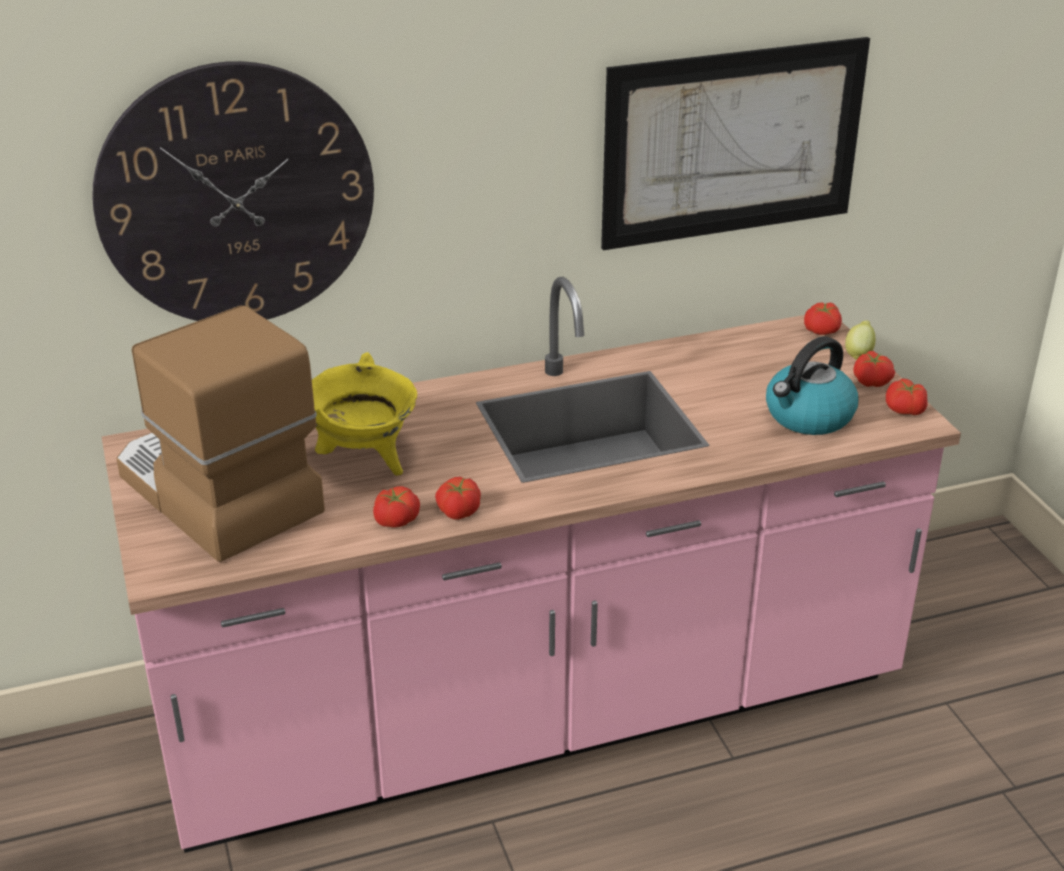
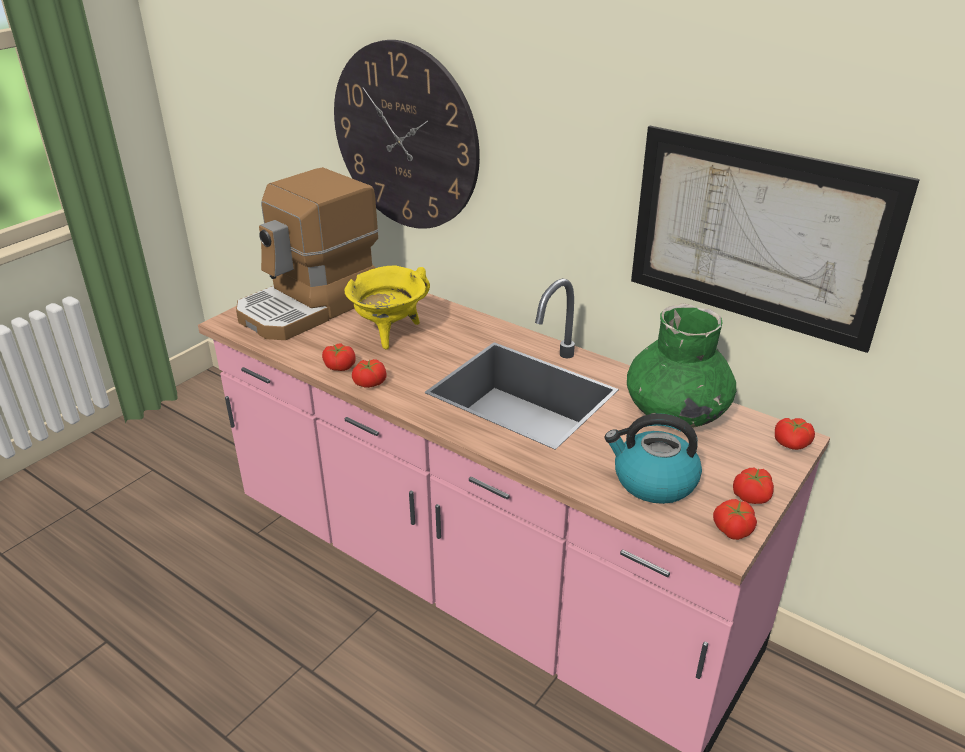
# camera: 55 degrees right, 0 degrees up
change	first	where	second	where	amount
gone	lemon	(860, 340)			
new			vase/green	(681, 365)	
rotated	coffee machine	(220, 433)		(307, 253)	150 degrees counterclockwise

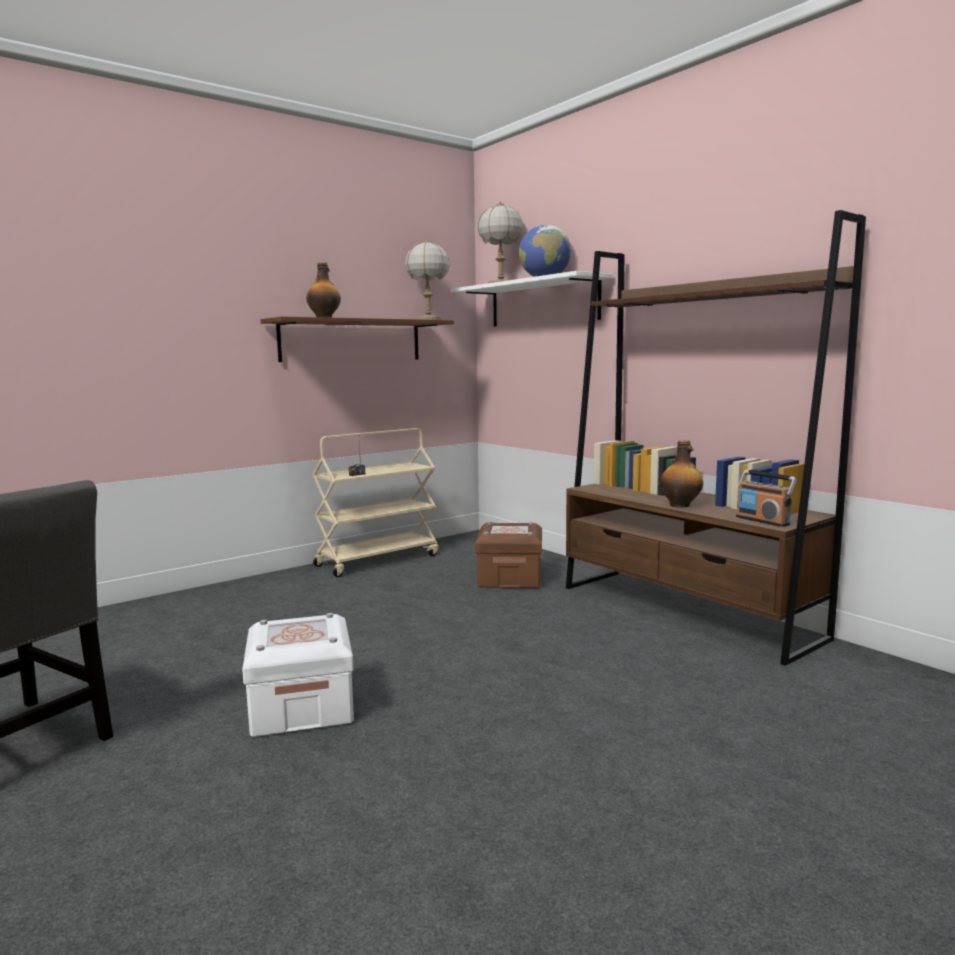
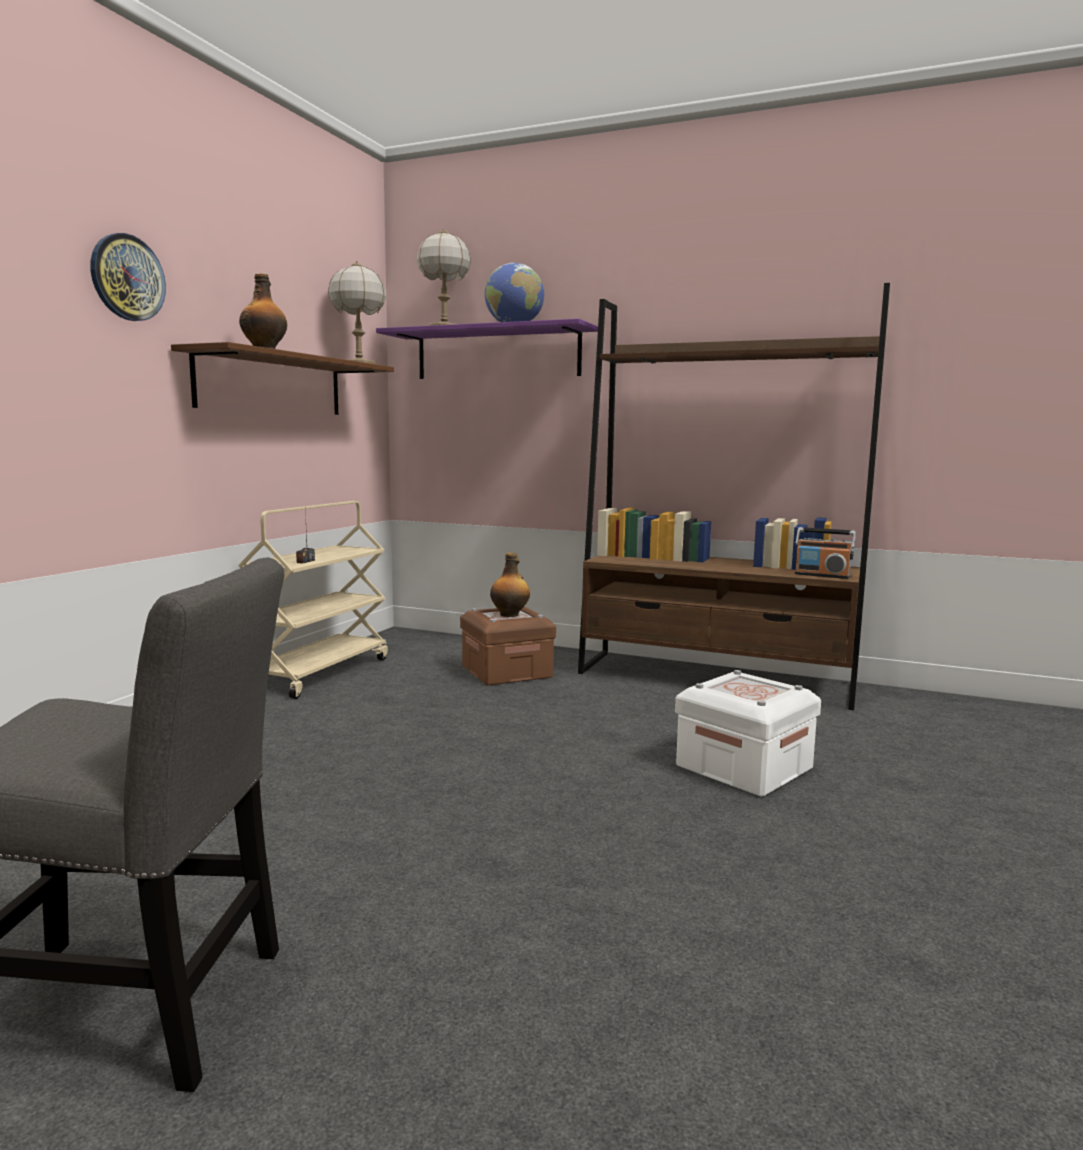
# camera: 30 degrees left, 0 degrees up
change	first	where	second	where	amount
new			wall clock	(128, 277)	
shifted	storage box/white	(298, 675)		(748, 733)	
shifted	bottle	(681, 473)		(510, 585)	
repainted	shelf/white	(532, 298)	shelf/purple	(487, 349)	

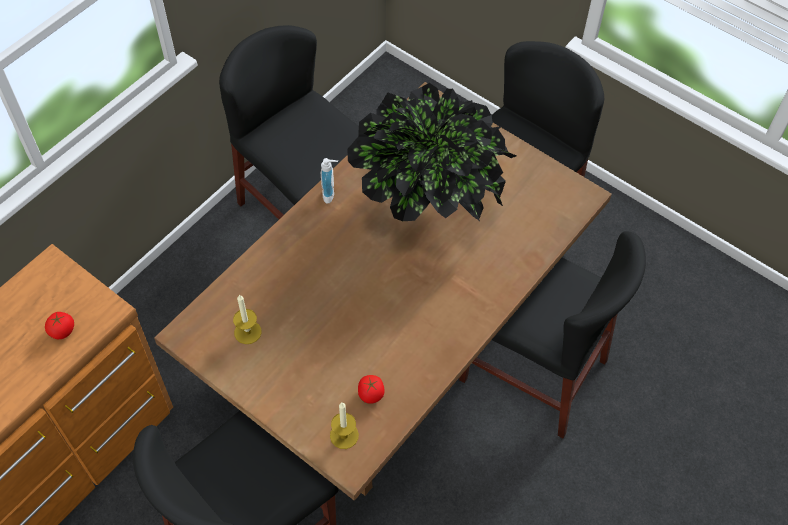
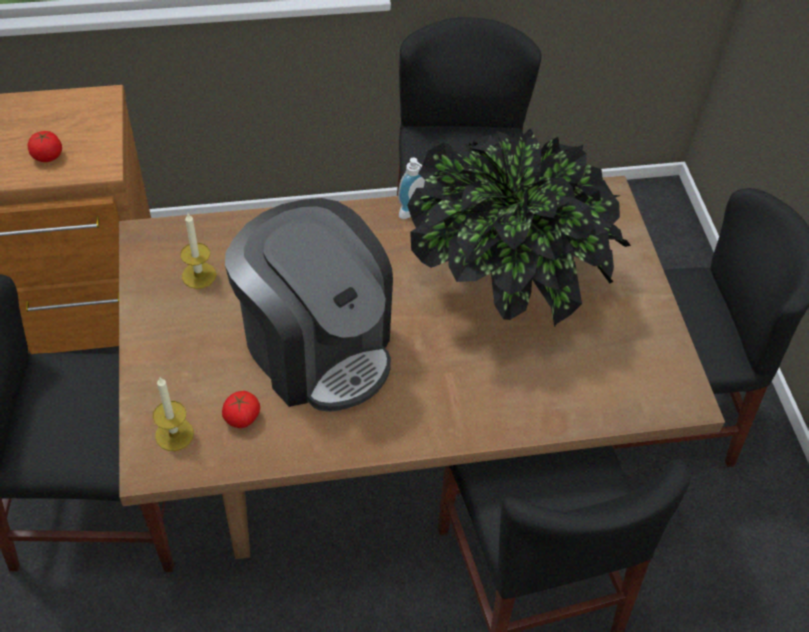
# camera: 40 degrees right, 5 degrees down
change	first	where	second	where	amount
new			coffee machine	(309, 305)	

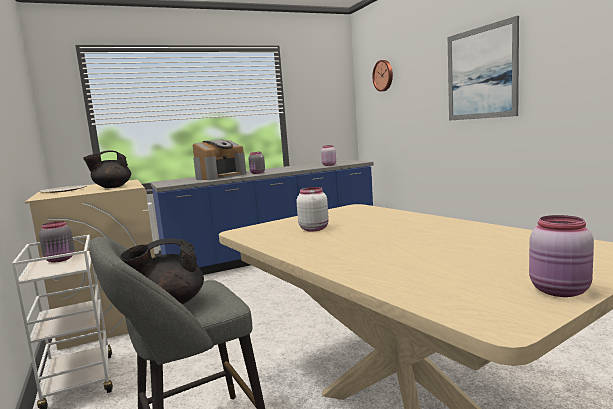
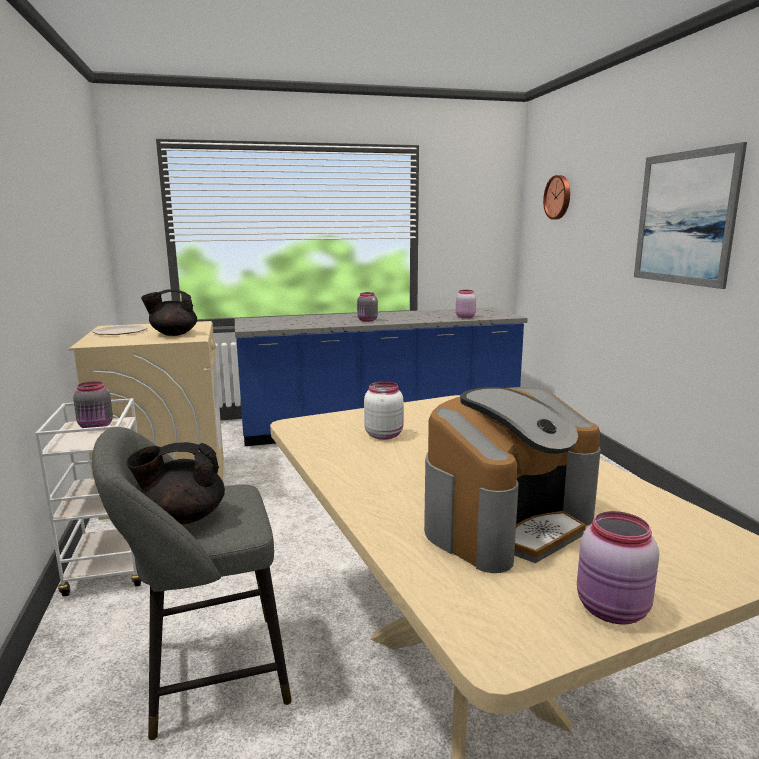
# camera: 10 degrees right, 5 degrees up
change	first	where	second	where	amount
shifted	coffee machine	(219, 160)		(512, 480)	

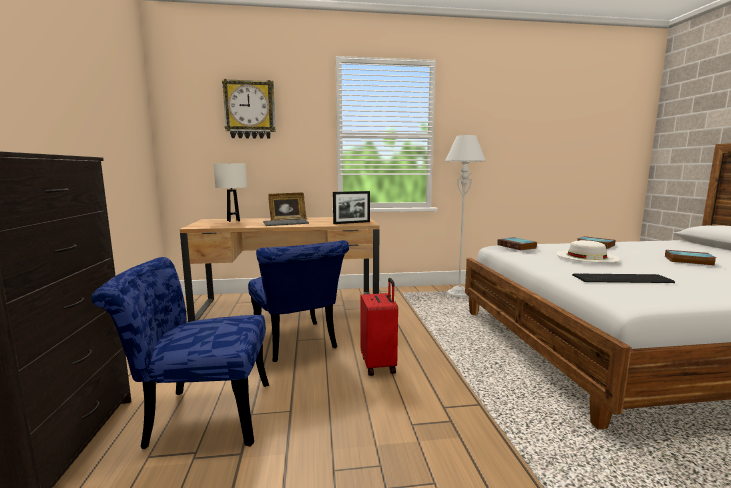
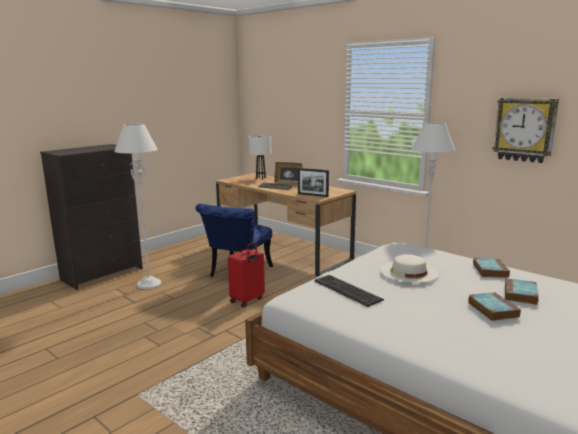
# camera: 50 degrees right, 5 degrees up
change	first	where	second	where	amount
shifted	wall clock	(249, 109)		(526, 130)	
shifted	book	(517, 243)		(522, 291)	
swapped	chair/blue	(180, 353)	floor lamp/grey	(137, 206)	

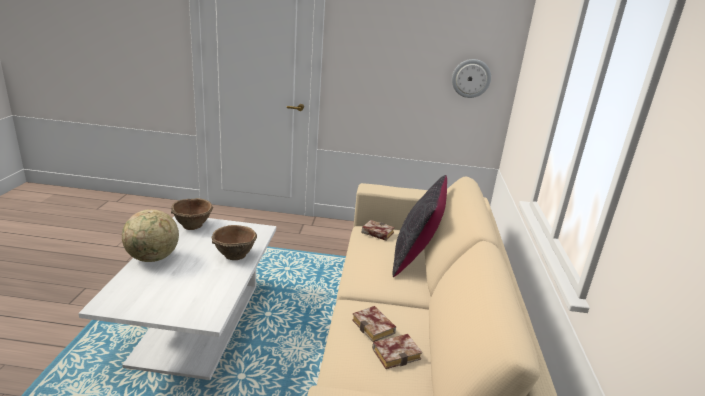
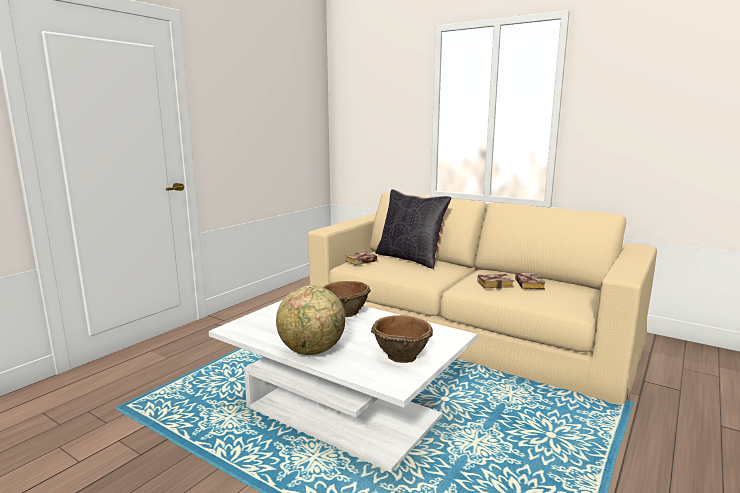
# camera: 60 degrees left, 10 degrees down
change	first	where	second	where	amount
gone	wall clock	(471, 78)			
shifted	bowl/brown	(192, 214)		(402, 339)	

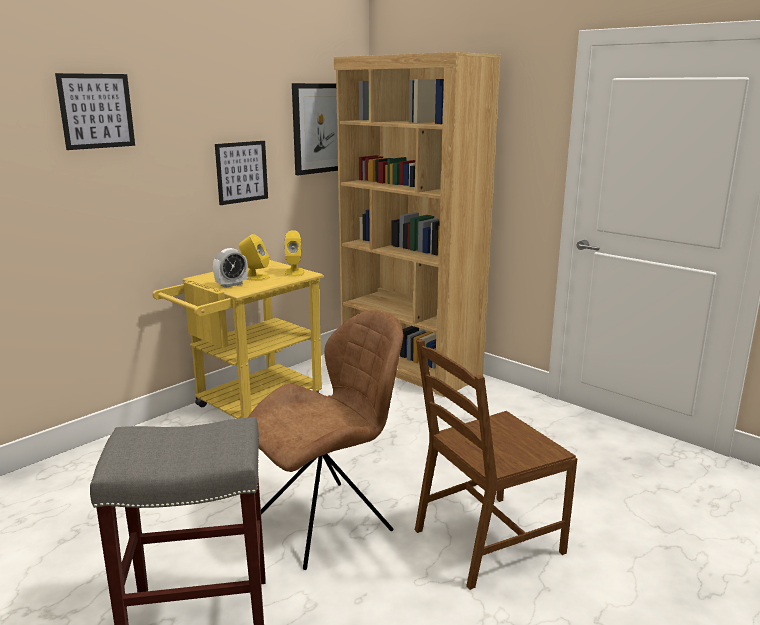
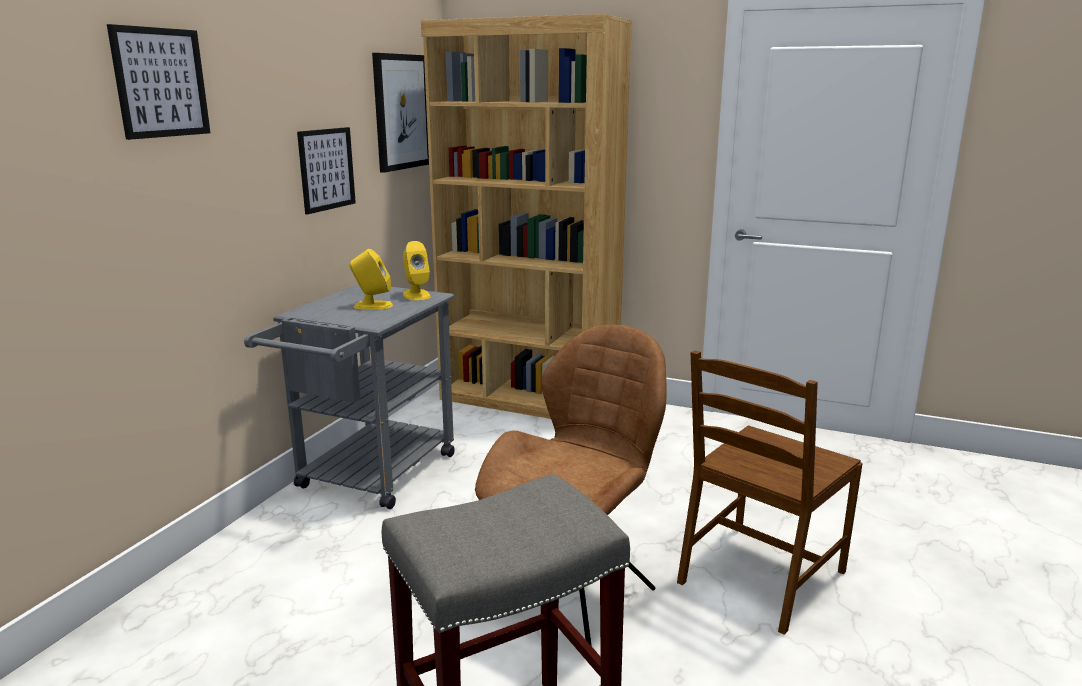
# camera: 20 degrees left, 0 degrees up
change	first	where	second	where	amount
gone	alarm clock	(230, 268)			
repainted	cart/yellow	(238, 339)	cart/grey	(349, 396)	

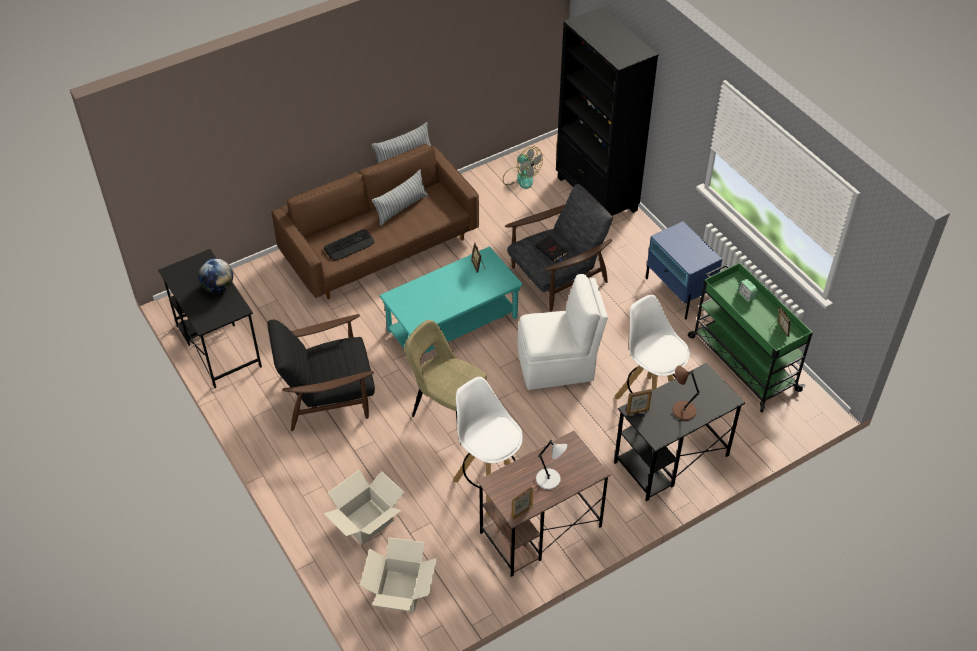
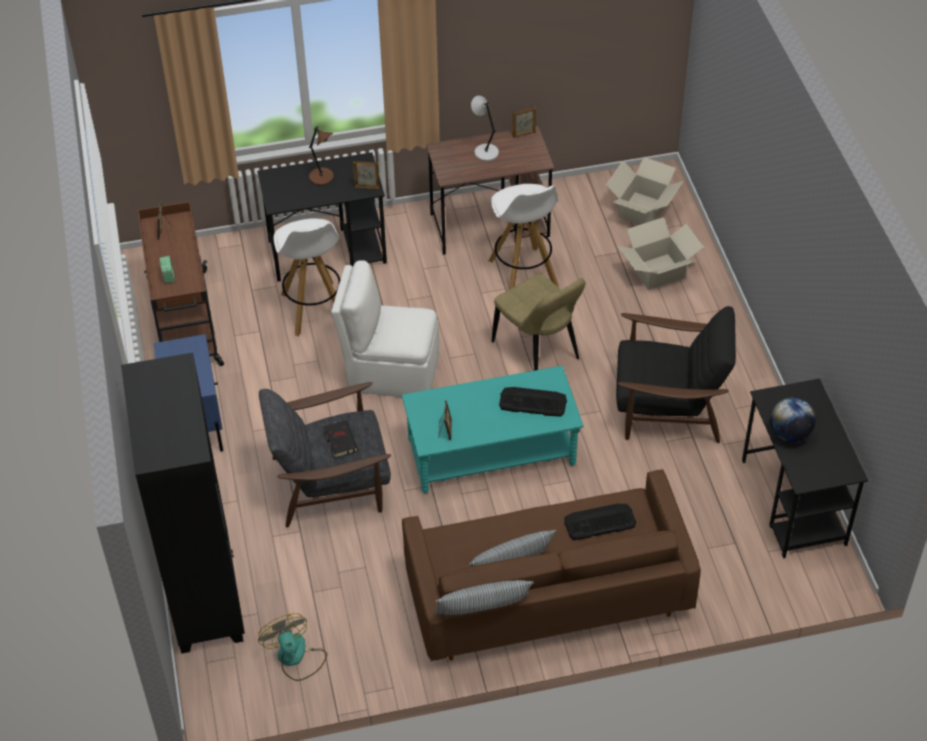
# camera: 160 degrees left, 0 degrees up
change	first	where	second	where	amount
new			keyboard	(533, 402)	
repainted	cart/green	(750, 337)	cart/brown	(180, 283)	

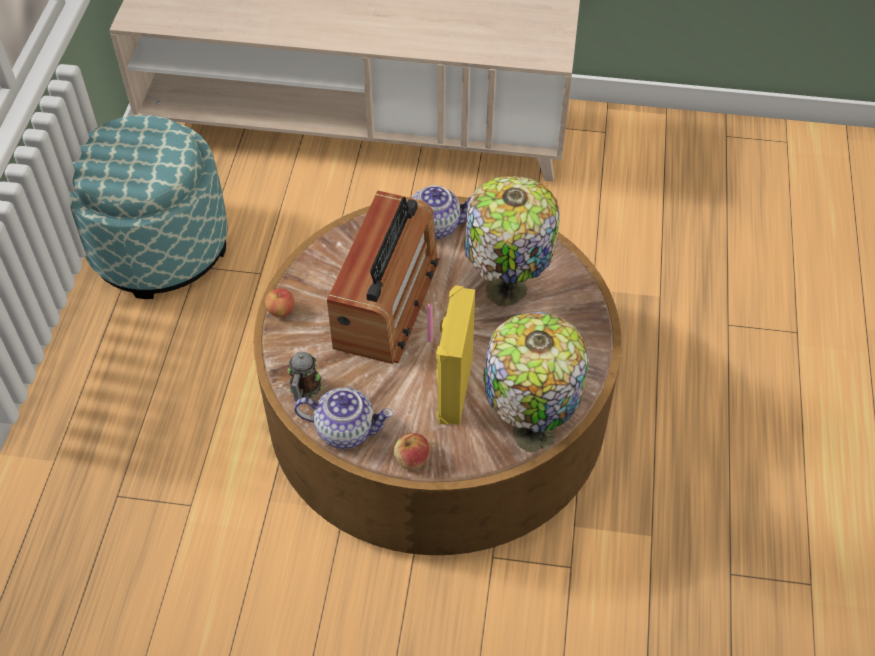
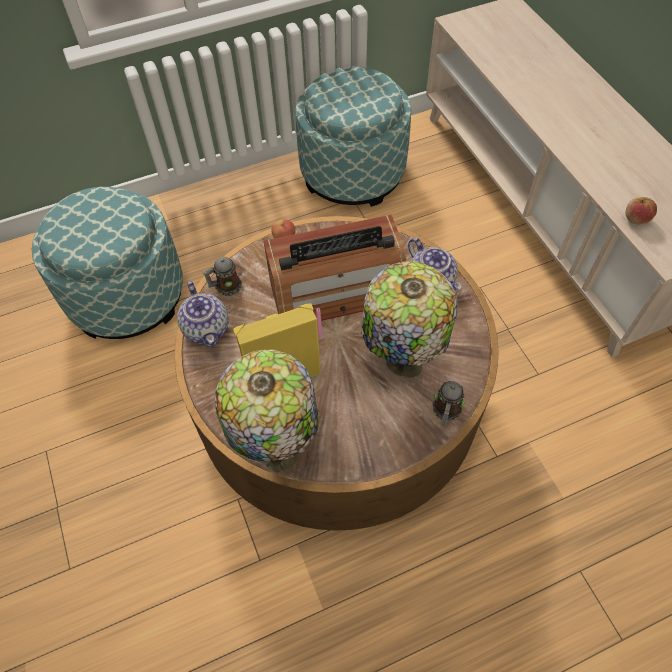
# camera: 60 degrees right, 5 degrees up
change	first	where	second	where	amount
new			ottoman	(107, 263)	
new			mug	(448, 403)	
shifted	apple	(412, 451)		(641, 210)	

